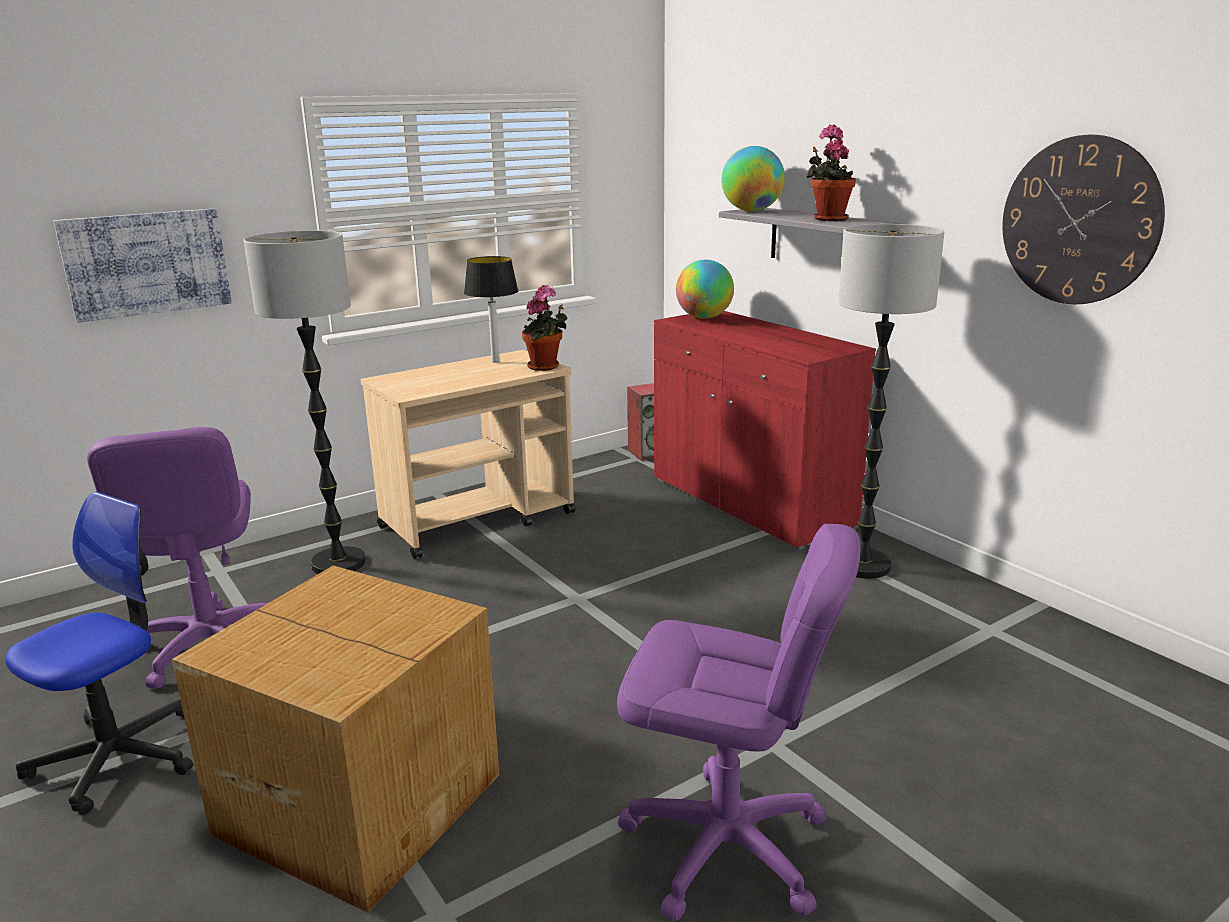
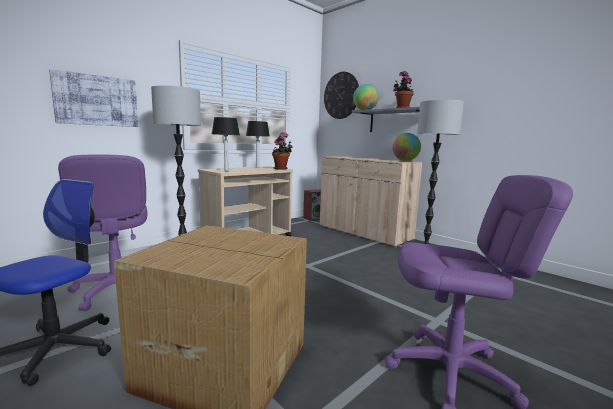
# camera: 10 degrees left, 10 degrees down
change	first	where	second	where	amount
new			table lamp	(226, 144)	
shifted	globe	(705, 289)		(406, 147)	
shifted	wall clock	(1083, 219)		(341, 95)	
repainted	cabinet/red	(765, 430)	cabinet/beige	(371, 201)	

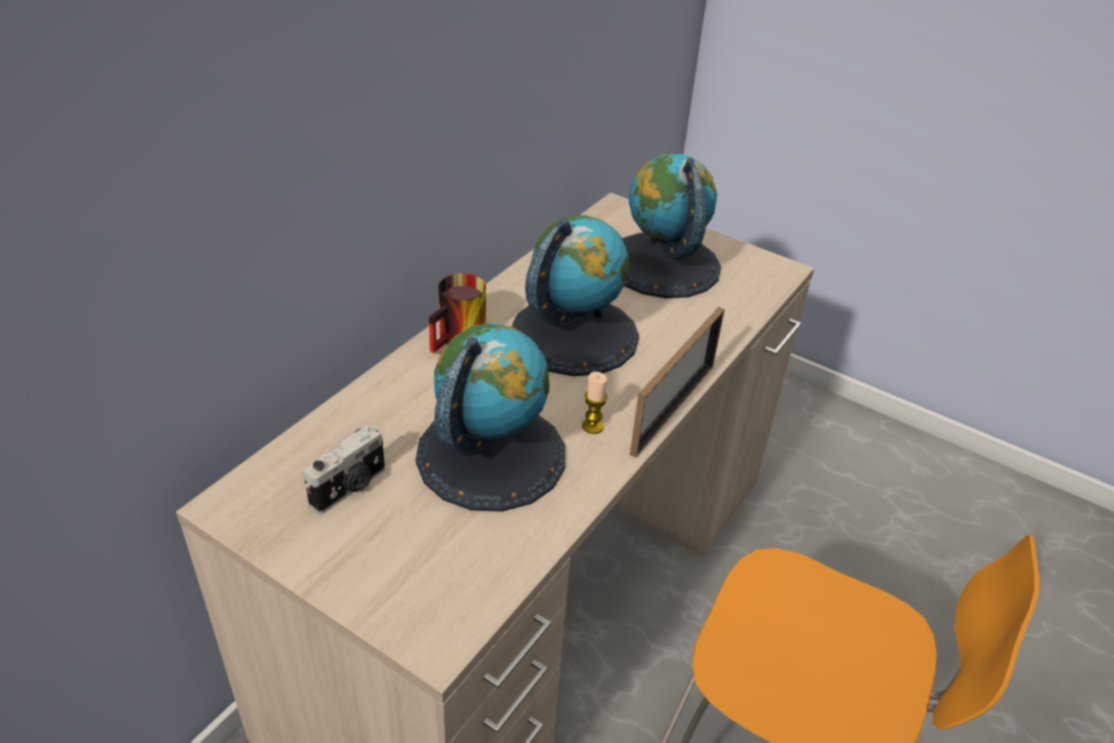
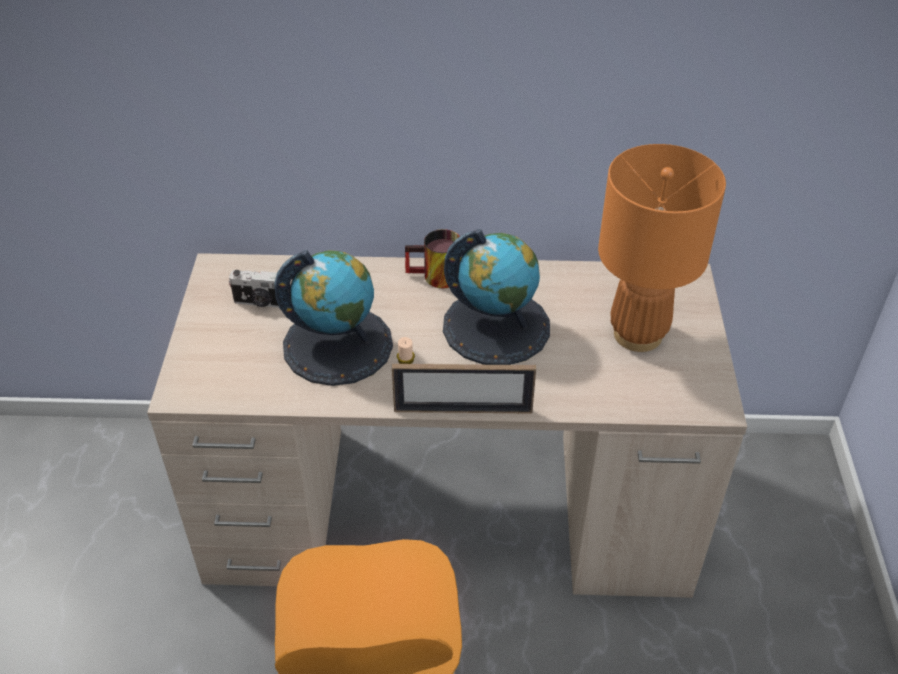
# camera: 60 degrees right, 5 degrees up
change	first	where	second	where	amount
swapped	globe	(671, 226)	table lamp/orange	(662, 248)	

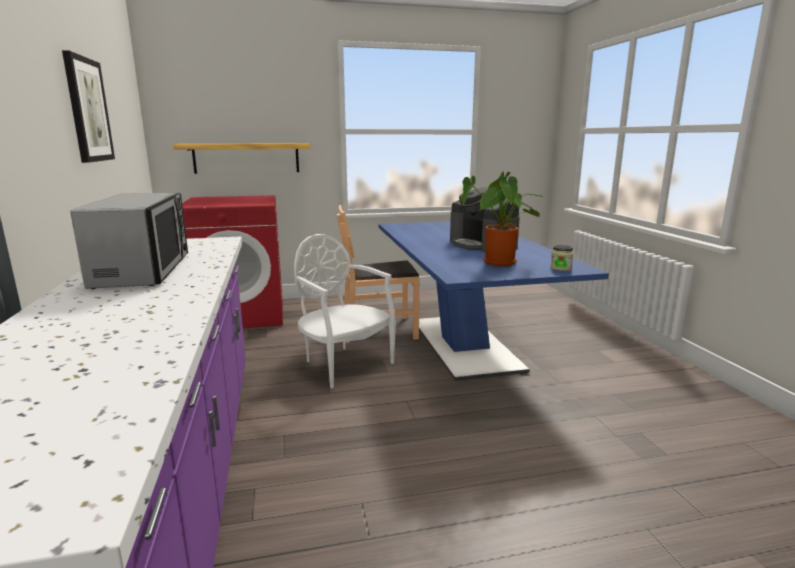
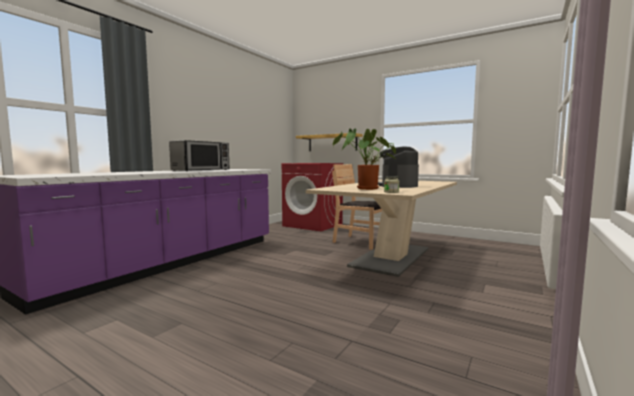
# camera: 45 degrees right, 10 degrees down
change	first	where	second	where	amount
gone	picture	(88, 106)			
gone	chair/white	(345, 311)			
repainted	dining table/blue	(494, 301)	dining table/beige	(381, 228)	

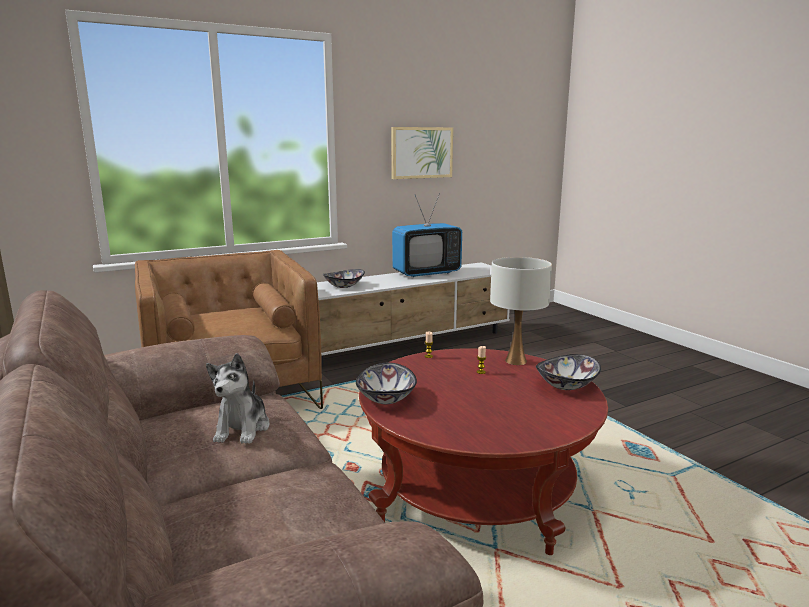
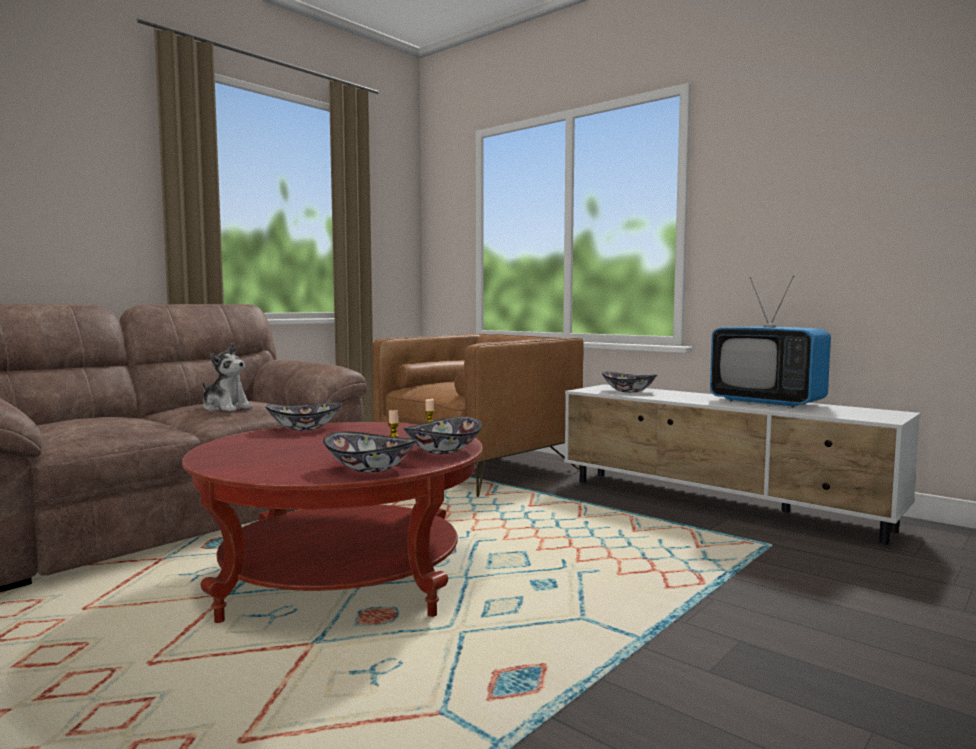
# camera: 70 degrees right, 10 degrees down
change	first	where	second	where	amount
gone	picture	(422, 153)			
swapped	table lamp/white	(521, 311)	bowl	(442, 436)	
rotated	plush toy	(238, 398)		(227, 378)	135 degrees counterclockwise

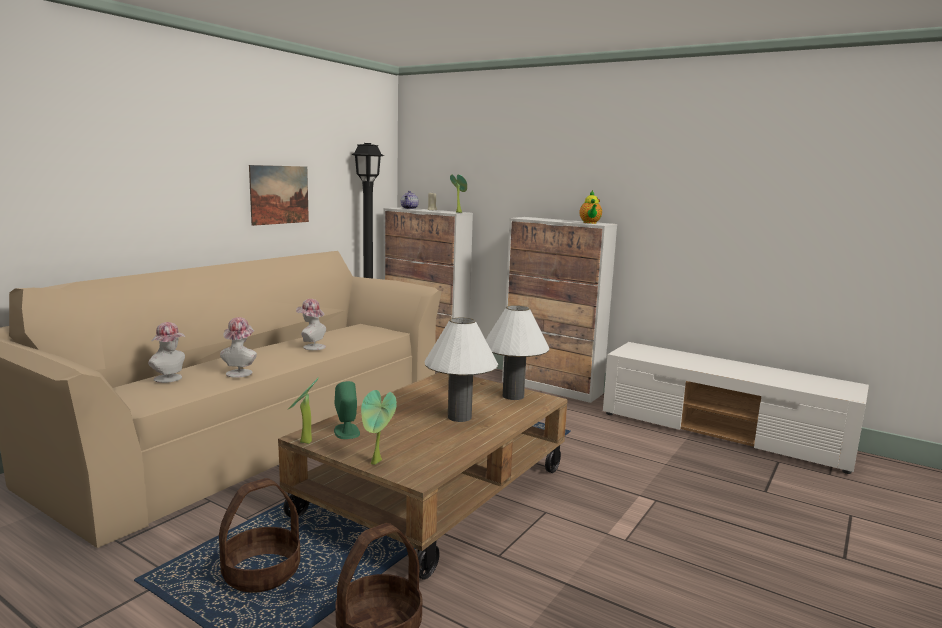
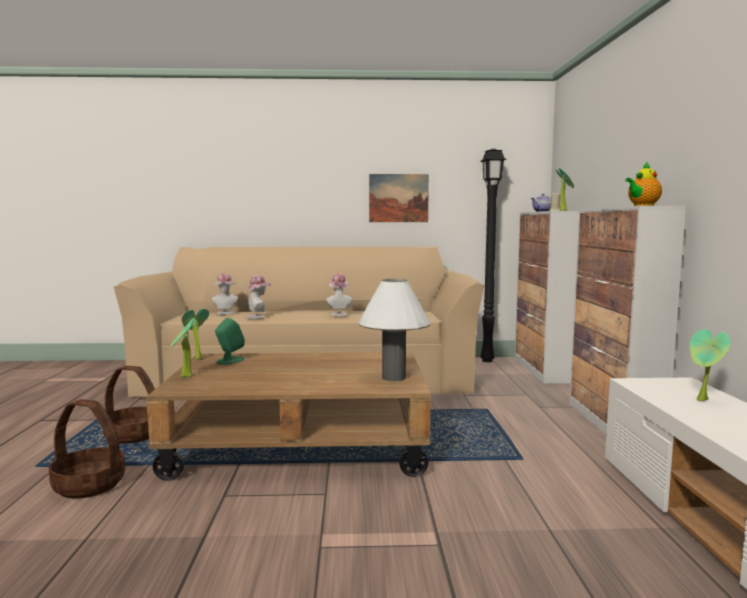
# camera: 55 degrees right, 5 degrees down
change	first	where	second	where	amount
gone	table lamp/white	(461, 370)			
new			potted plant	(710, 365)	

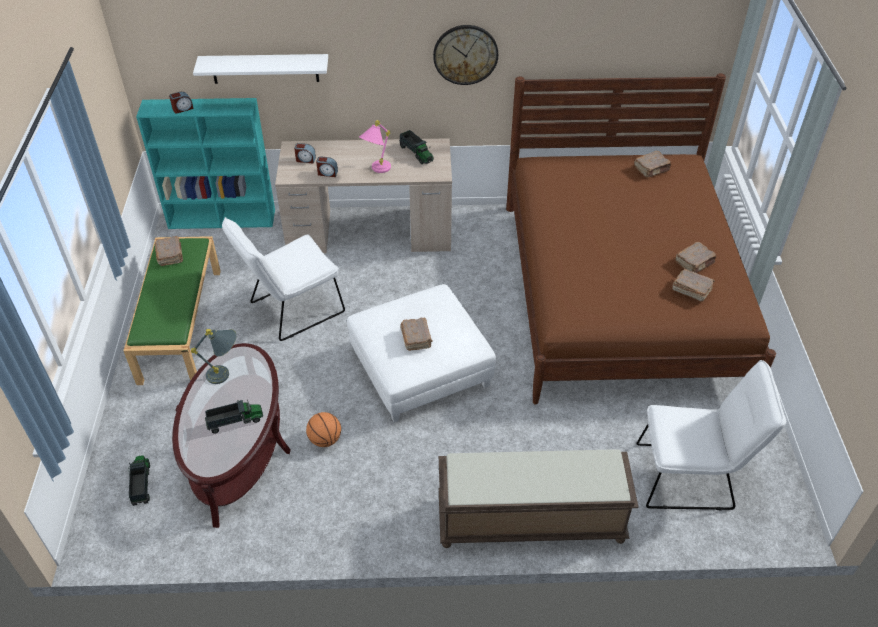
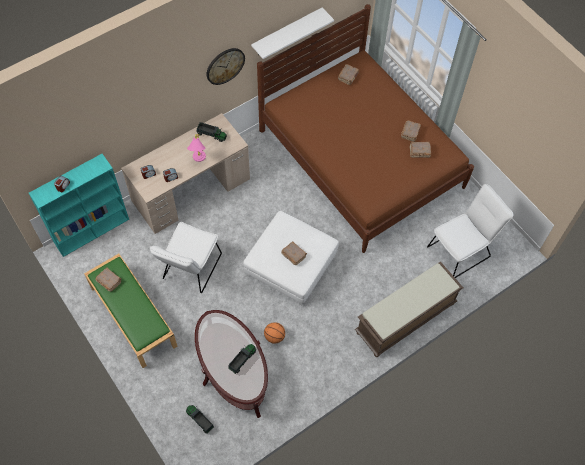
# camera: 35 degrees left, 15 degrees up
change	first	where	second	where	amount
gone	table lamp/grey	(214, 356)			
shifted	shelf/white	(260, 69)		(292, 33)	

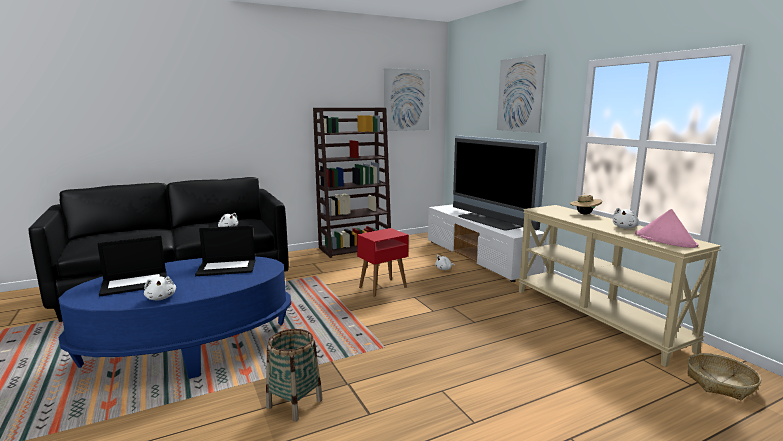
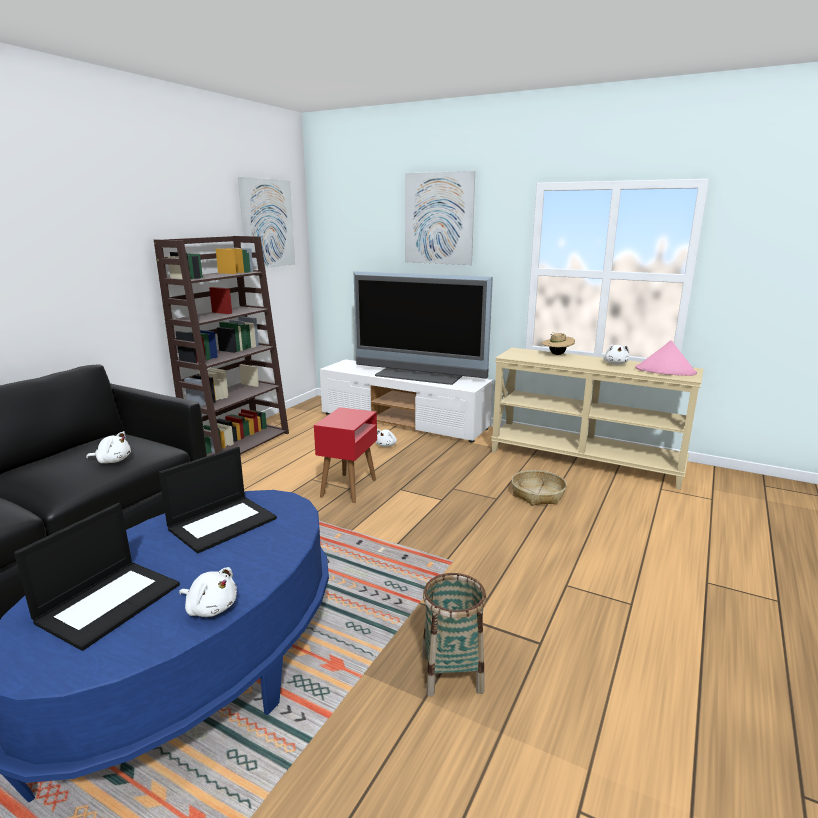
# camera: 35 degrees left, 5 degrees up
change	first	where	second	where	amount
shifted	basket	(724, 376)		(539, 488)	

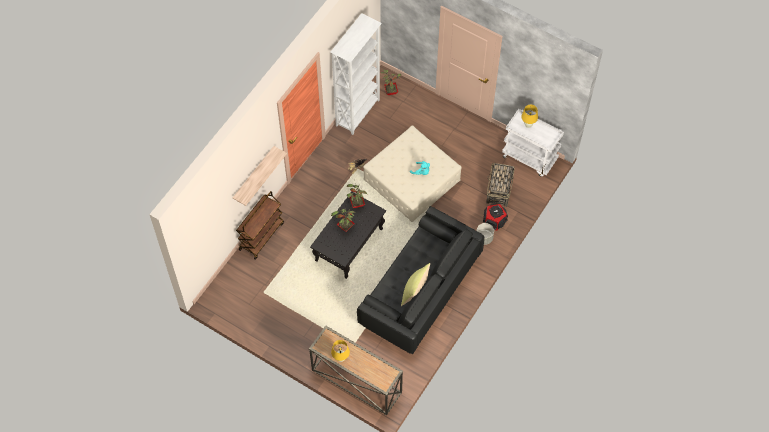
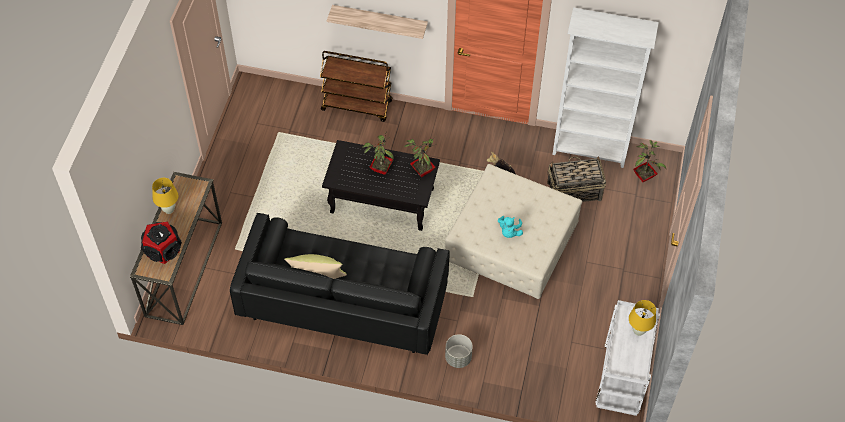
# camera: 70 degrees right, 5 degrees down
change	first	where	second	where	amount
shifted	speaker	(495, 217)		(161, 242)	
shifted	basket	(500, 184)		(576, 179)	

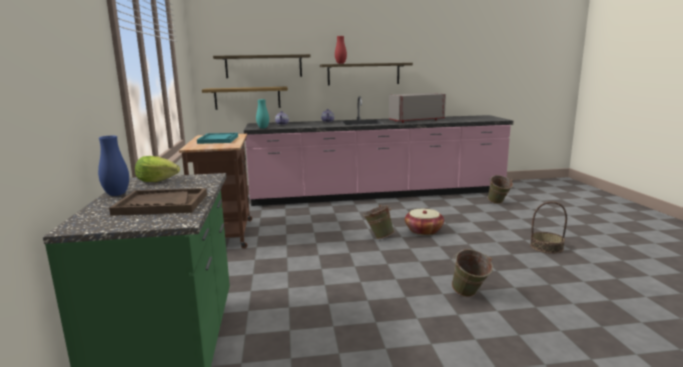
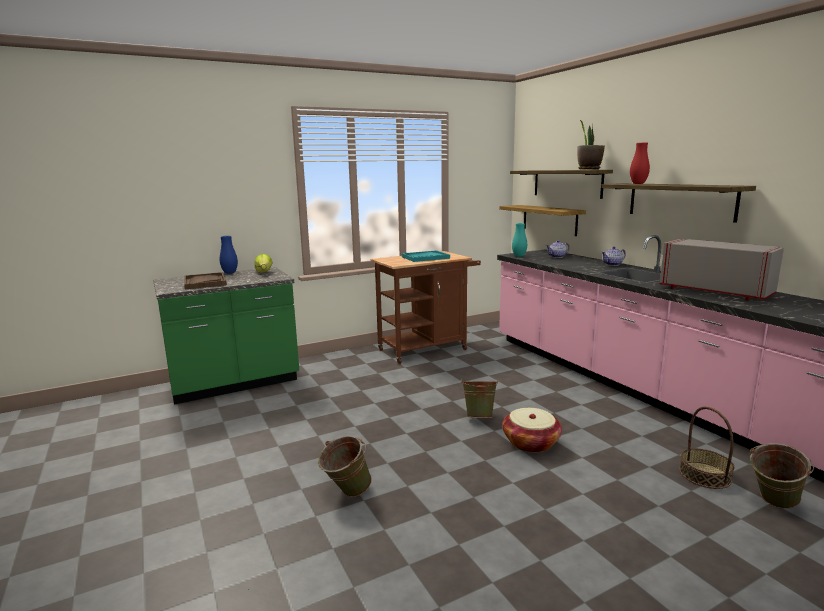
# camera: 70 degrees right, 0 degrees up
change	first	where	second	where	amount
new			potted plant	(591, 145)	
shifted	basket	(548, 228)		(706, 447)	

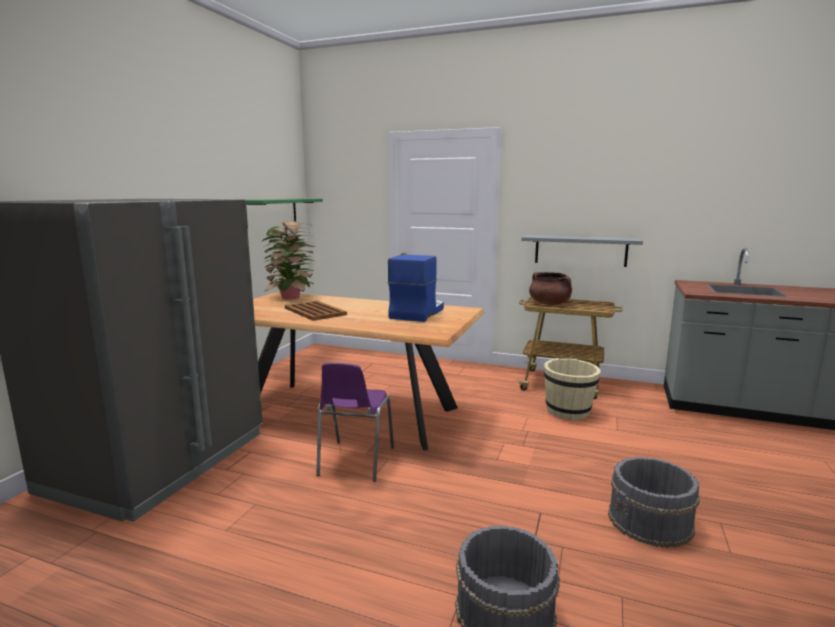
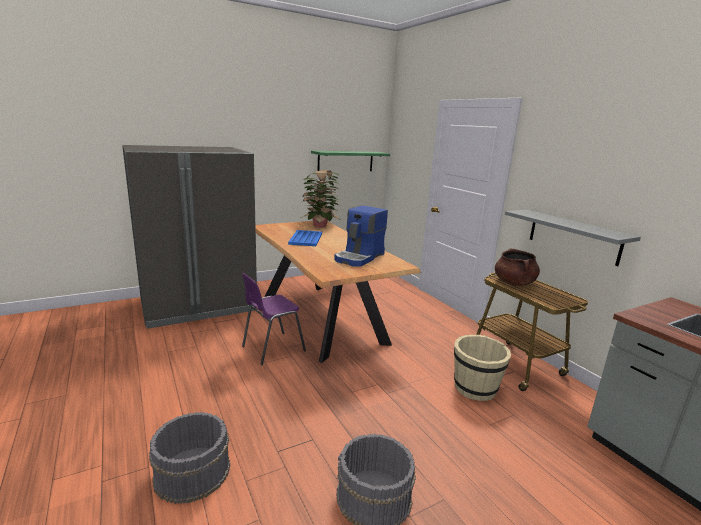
# camera: 40 degrees right, 5 degrees up
change	first	where	second	where	amount
repainted	tray/brown	(316, 311)	tray/blue	(305, 238)	
rotated	coffee machine	(416, 288)		(361, 236)	150 degrees clockwise

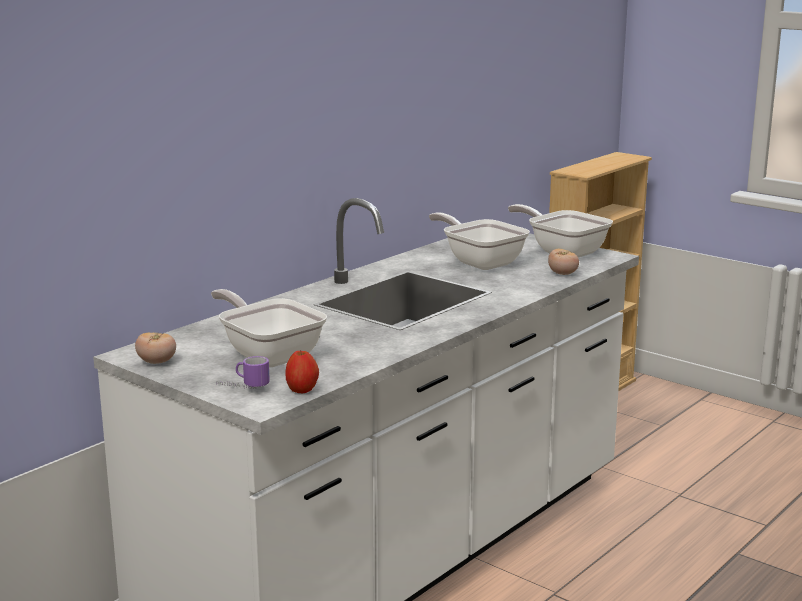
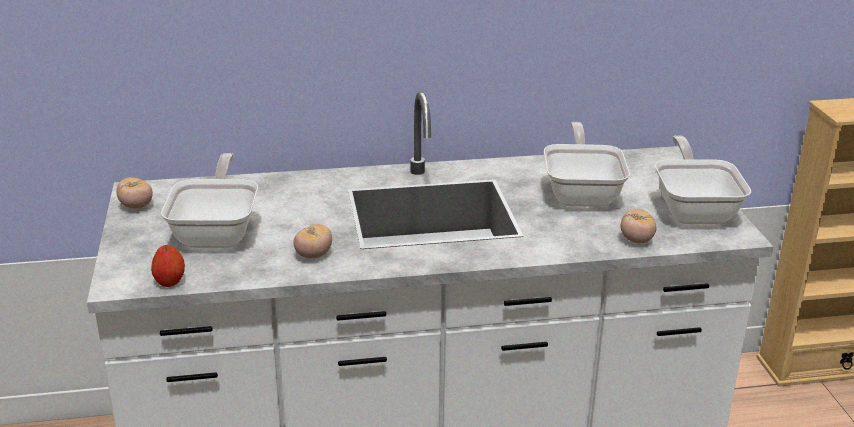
# camera: 40 degrees right, 10 degrees up
change	first	where	second	where	amount
gone	mug	(243, 372)			
new			tomato	(312, 241)	

